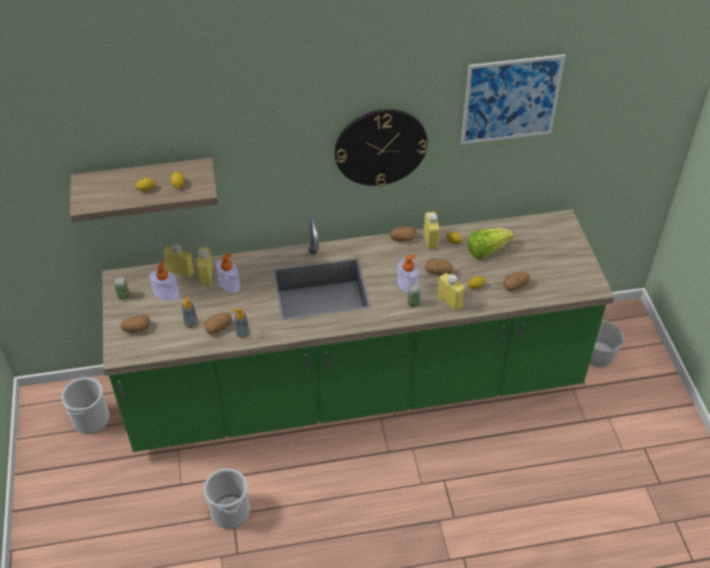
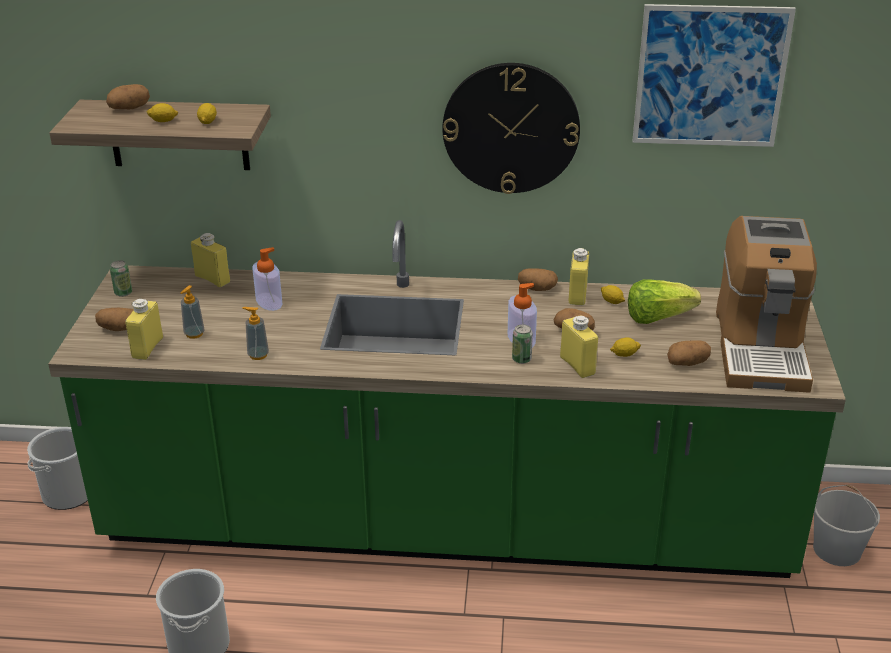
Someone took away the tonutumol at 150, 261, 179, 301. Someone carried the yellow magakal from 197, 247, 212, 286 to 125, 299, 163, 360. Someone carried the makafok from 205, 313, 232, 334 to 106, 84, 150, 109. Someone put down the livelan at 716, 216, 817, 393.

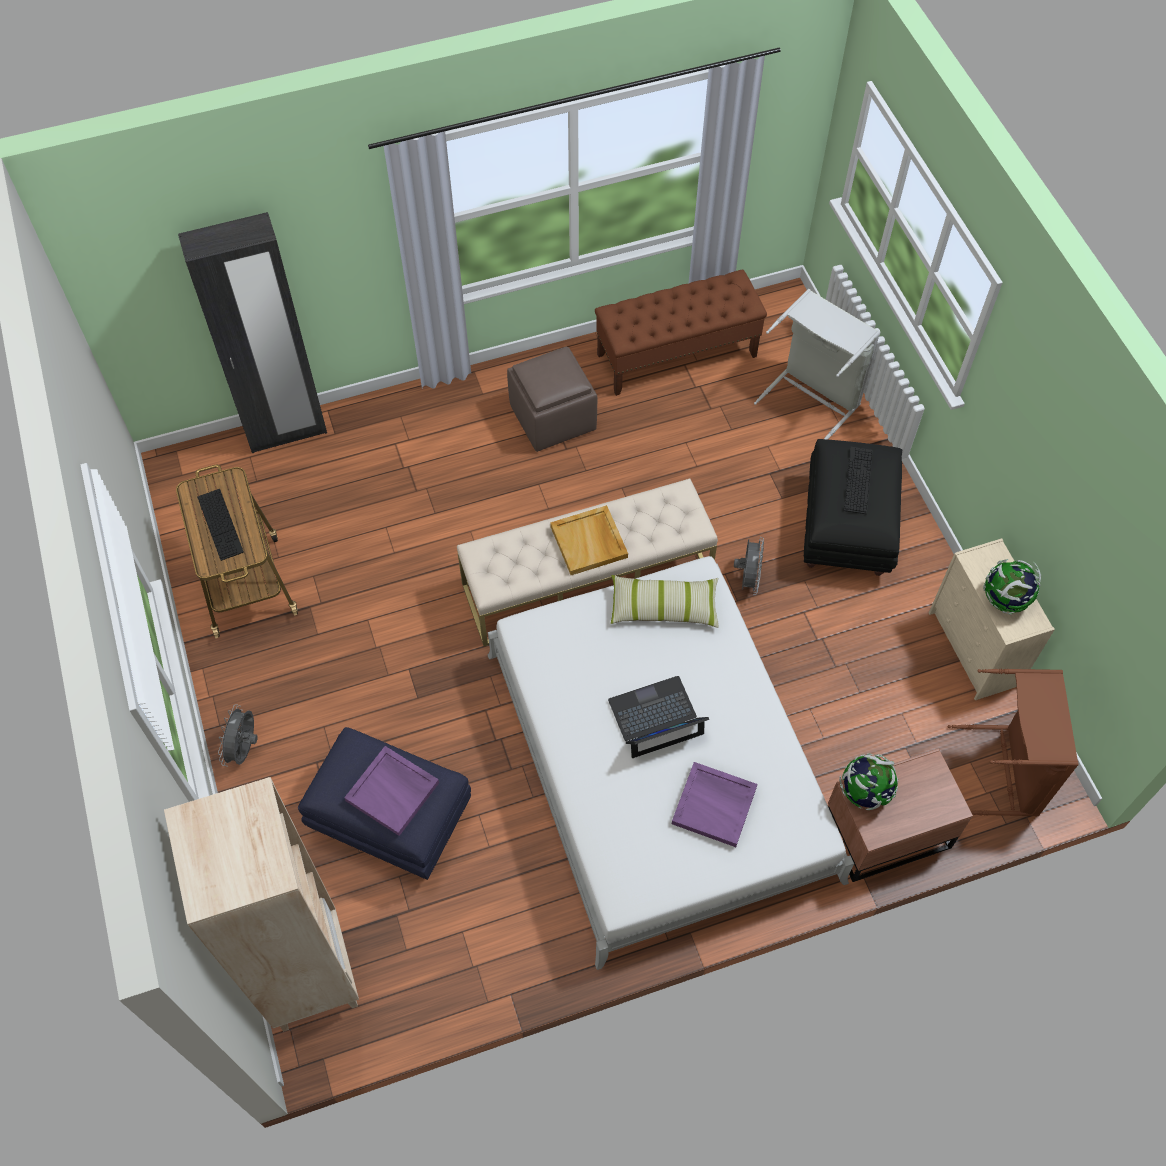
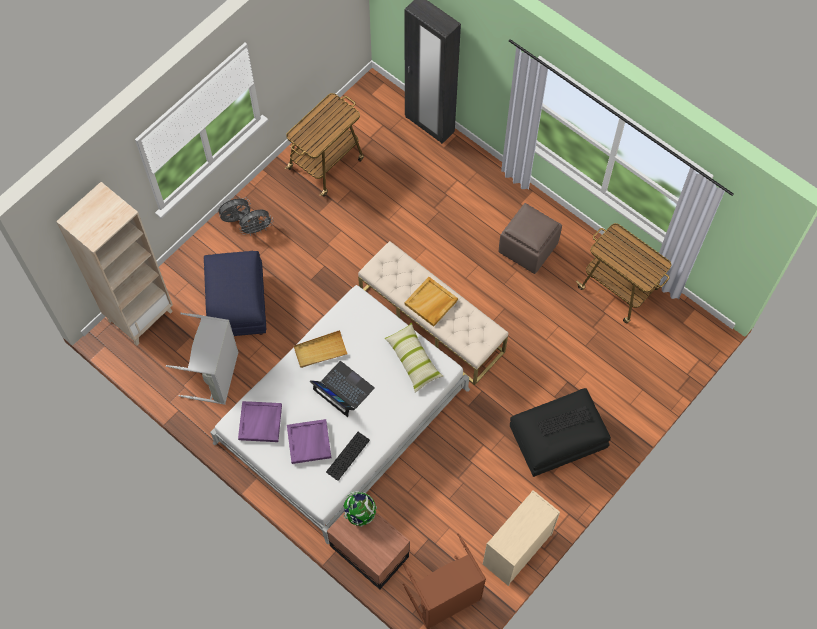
Someone carried the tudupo from 197, 489, 244, 561 to 326, 432, 370, 481. Someone carried the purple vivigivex from 344, 746, 439, 836 to 238, 401, 282, 442. Someone swapped the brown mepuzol at 595, 269, 767, 396 for the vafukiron at 576, 223, 672, 323. Someone carried the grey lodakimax from 734, 537, 764, 595 to 239, 210, 274, 236. Someone carried the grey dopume from 754, 289, 880, 440 to 166, 312, 238, 405. Someone took away the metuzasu at 983, 559, 1041, 614. Someone put down the beige vivigivex at 294, 330, 348, 368.

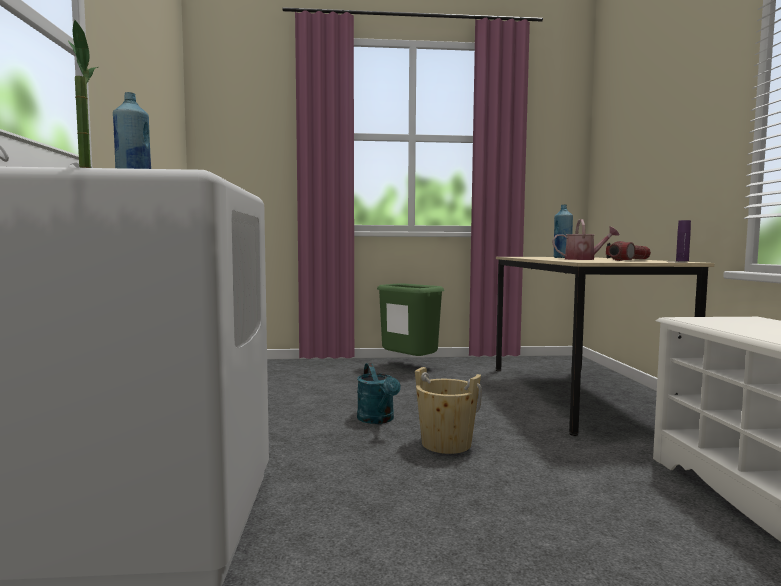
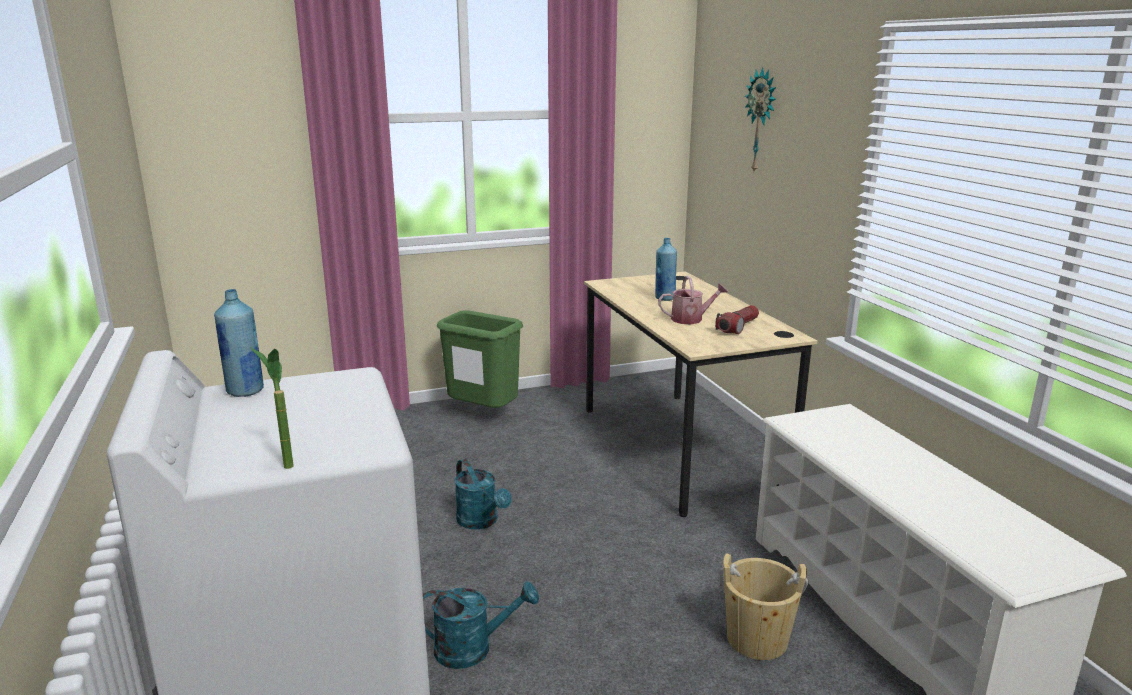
Someone carried the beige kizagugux from 415, 367, 482, 454 to 720, 553, 809, 660. Someone took away the purple magakal at 676, 220, 691, 261. Someone put down the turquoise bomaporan at 423, 581, 539, 669. Someone put up the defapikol at 745, 67, 776, 172.

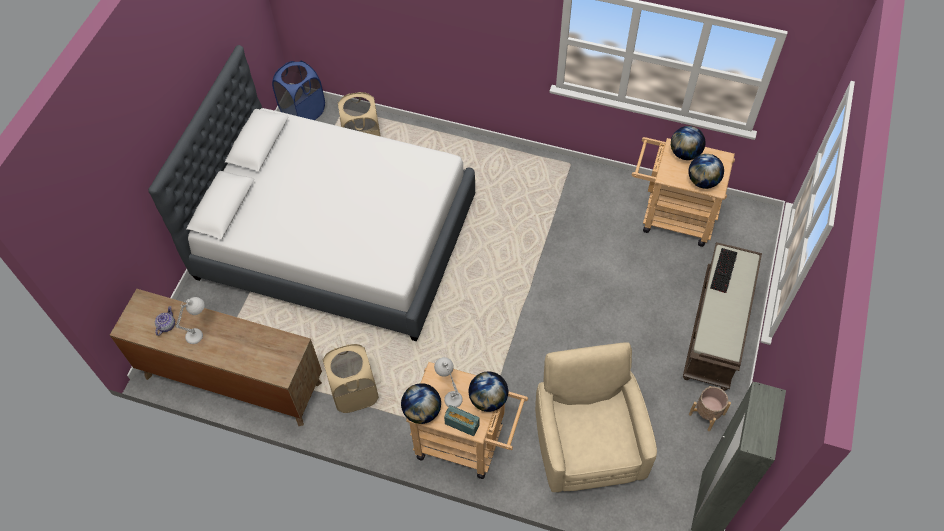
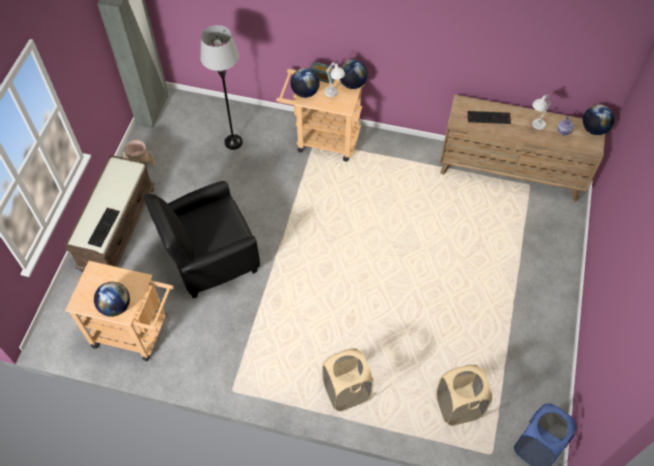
Someone took away the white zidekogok at 148, 45, 475, 342. Someone carried the beige dopume from 323, 344, 379, 413 to 322, 348, 374, 411. Someone swapped the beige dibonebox at 535, 342, 657, 492 for the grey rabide at 200, 25, 243, 150. Someone carried the metuzasu from 688, 154, 724, 189 to 583, 105, 615, 135. Someone put down the black dibonebox at 143, 181, 260, 298. Someone put down the tudupo at 468, 111, 511, 124.

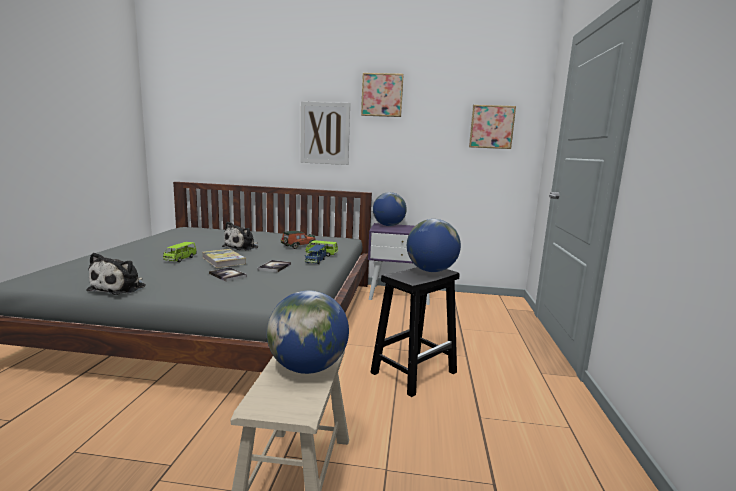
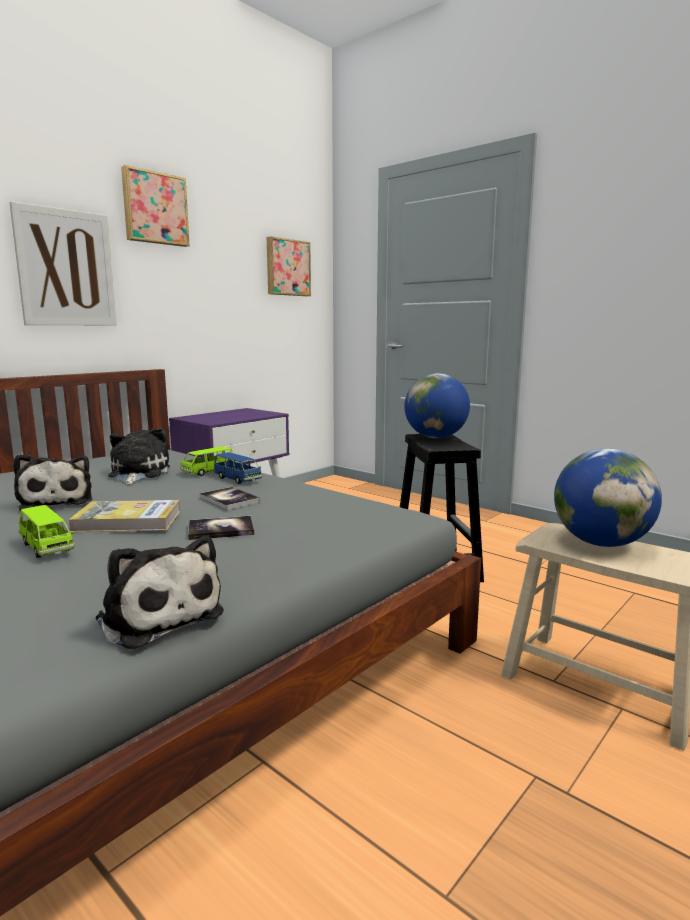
Someone swapped the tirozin at 281, 231, 316, 249 for the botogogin at 108, 428, 170, 485. Someone took away the metuzasu at 373, 192, 407, 226.

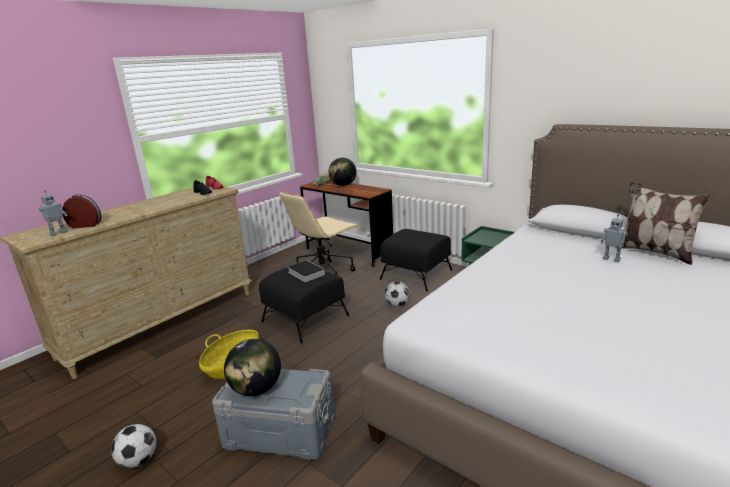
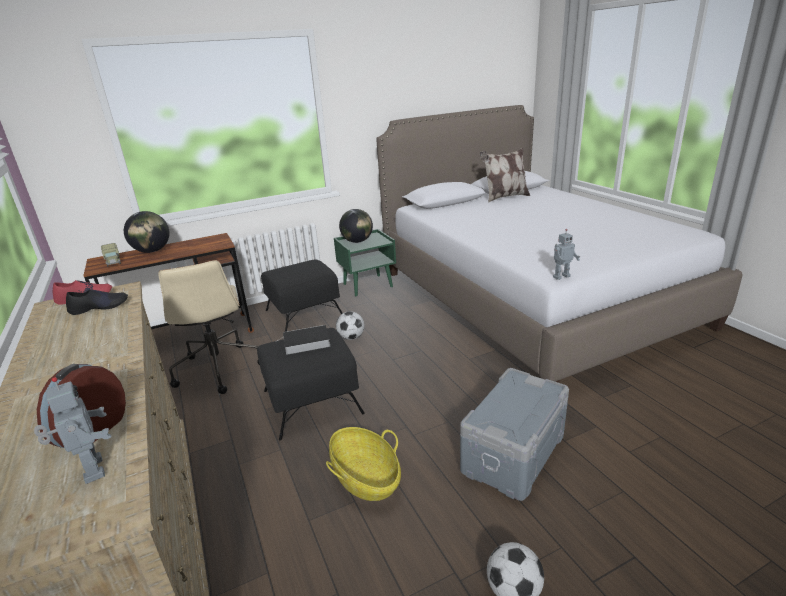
Someone carried the metuzasu from 224, 339, 281, 396 to 339, 209, 373, 243. Someone carried the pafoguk from 601, 214, 628, 262 to 553, 229, 580, 280.

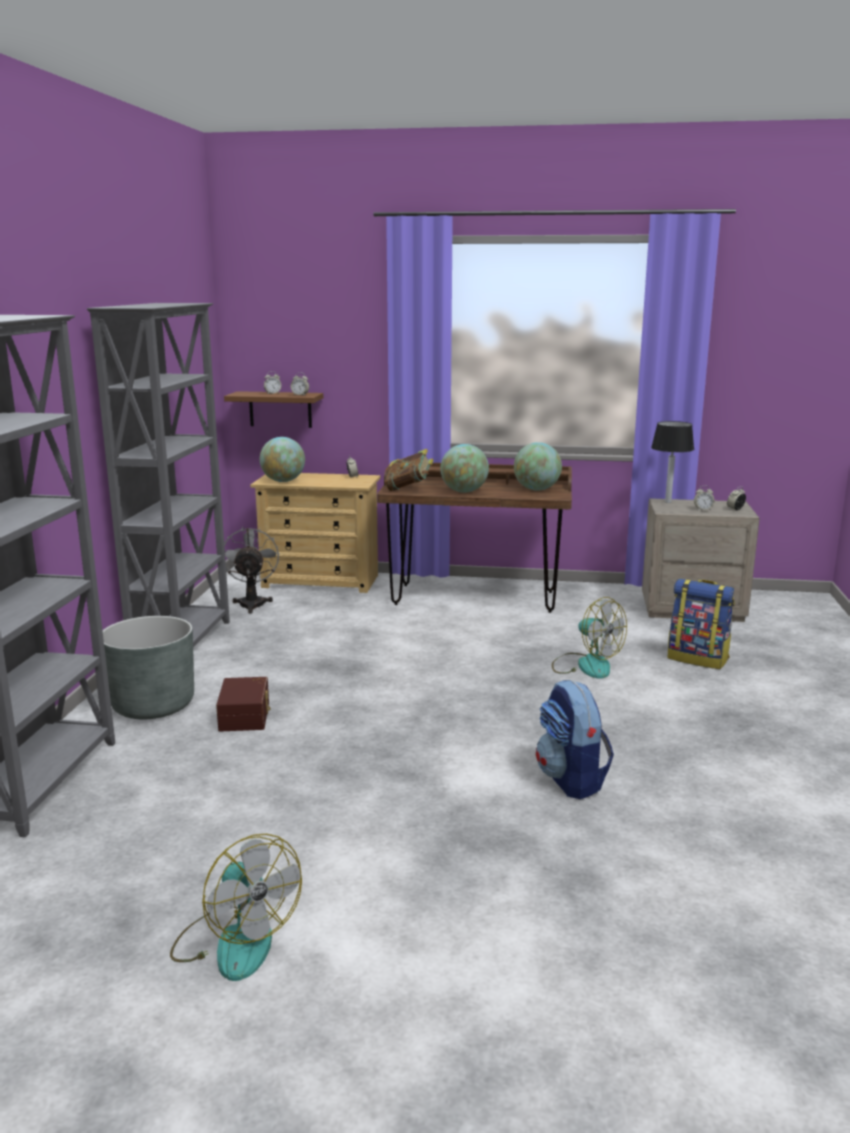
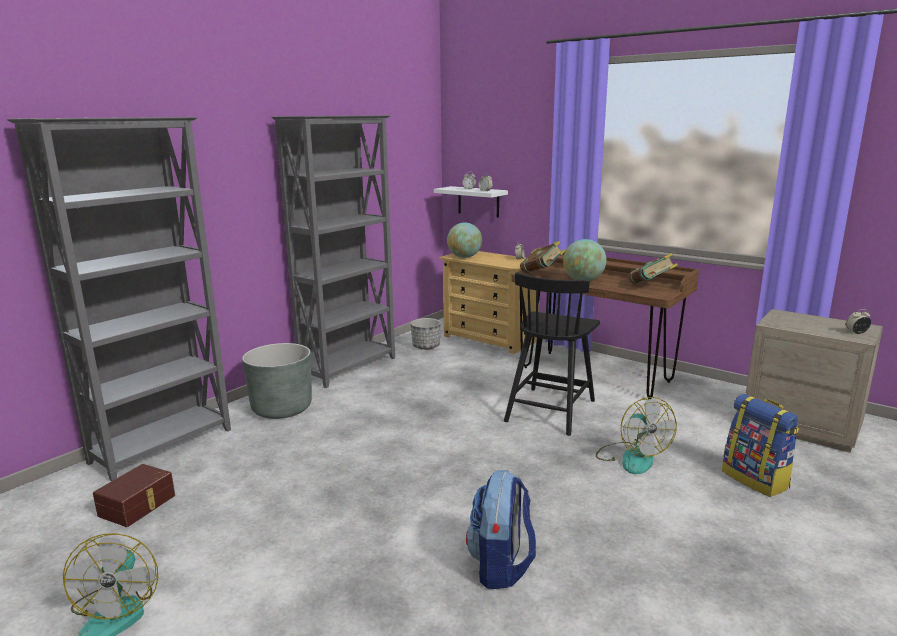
Someone carried the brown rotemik from 216, 677, 271, 732 to 93, 464, 175, 527. Someone repainted the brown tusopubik at 224, 391, 323, 428, which became the white tusopubik at 434, 186, 508, 218. Someone swapped the grey lodakimax at 224, 527, 279, 614 for the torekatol at 410, 318, 441, 350. Someone swapped the metuzasu at 514, 442, 562, 491 for the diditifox at 629, 253, 678, 284. Someone took away the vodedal at 651, 421, 694, 503. Someone took away the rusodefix at 694, 485, 715, 510. Someone put down the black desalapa at 504, 272, 600, 436.

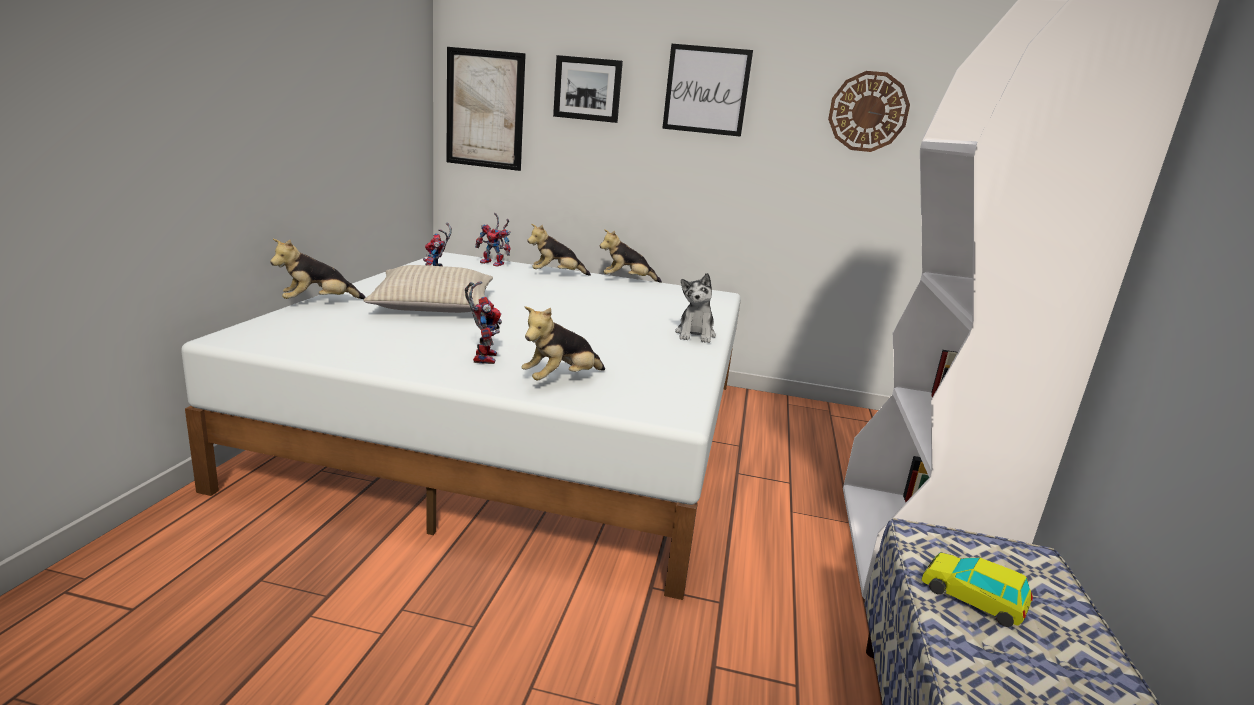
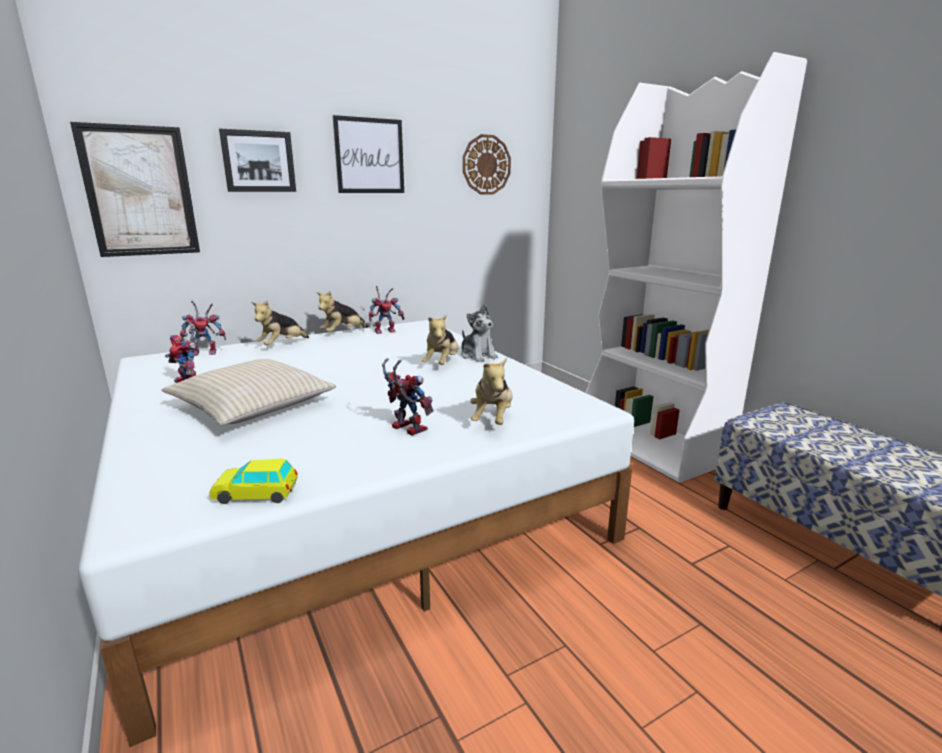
Someone carried the botogogin from 270, 239, 366, 299 to 422, 314, 459, 365. Someone carried the tirozin from 922, 552, 1033, 627 to 209, 459, 298, 504. Someone put down the pafoguk at 369, 286, 405, 334.

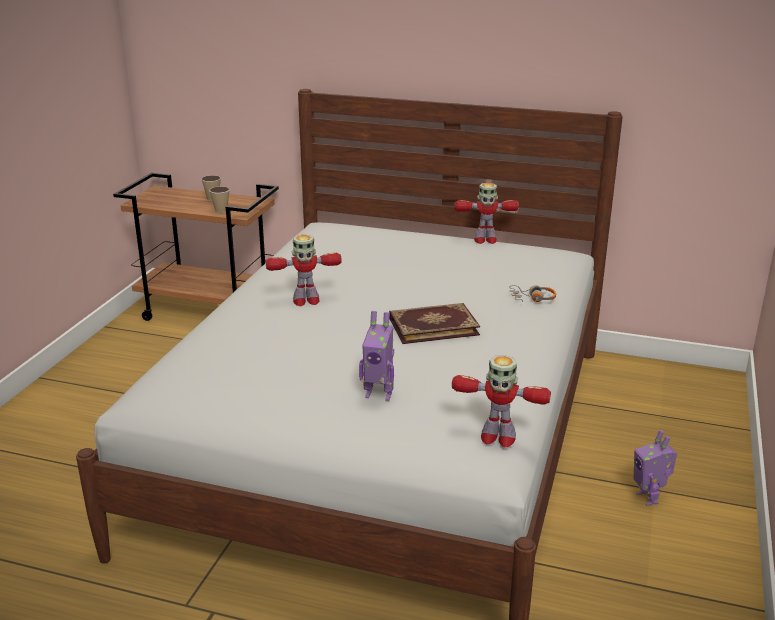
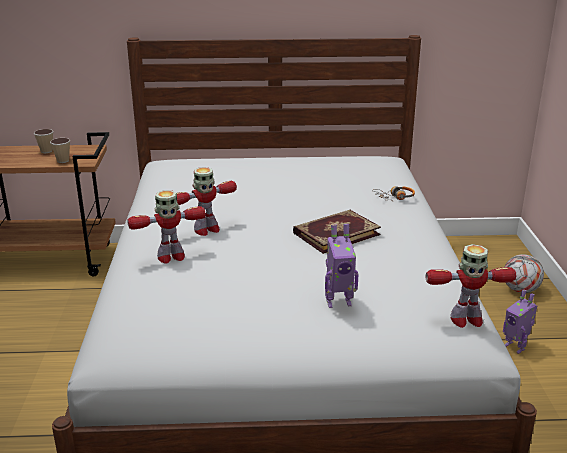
Someone carried the pafoguk from 454, 183, 519, 244 to 127, 190, 205, 264. Someone put down the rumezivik at 504, 254, 544, 293.

